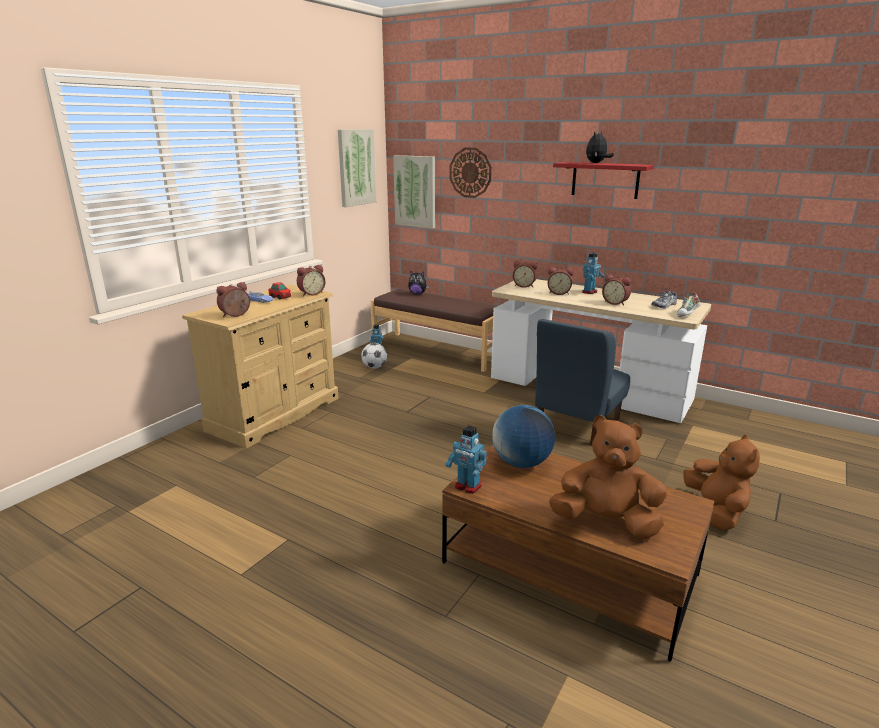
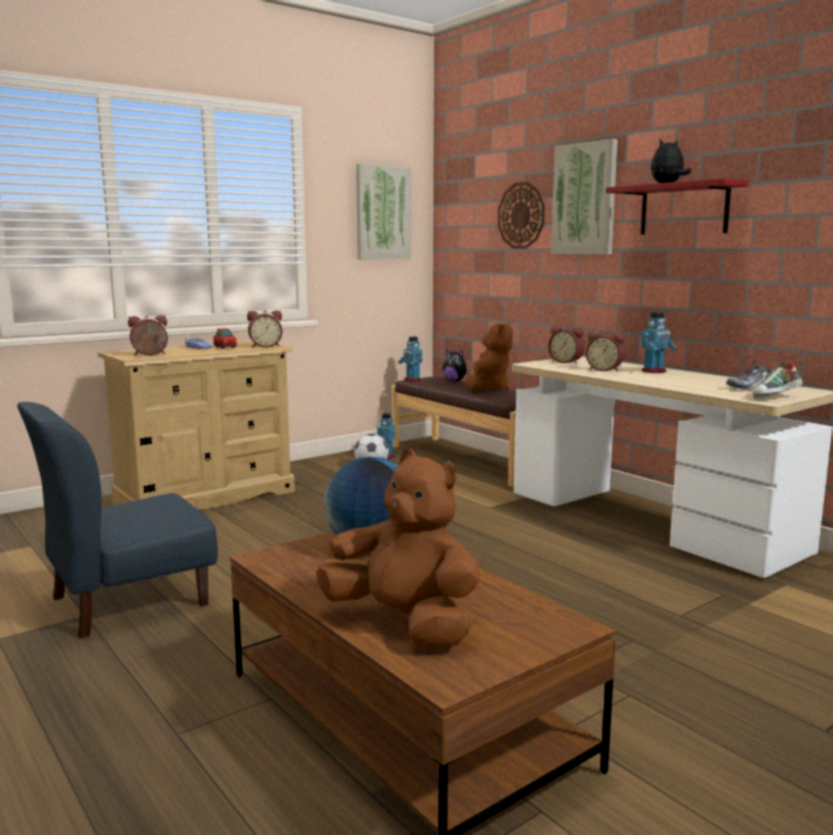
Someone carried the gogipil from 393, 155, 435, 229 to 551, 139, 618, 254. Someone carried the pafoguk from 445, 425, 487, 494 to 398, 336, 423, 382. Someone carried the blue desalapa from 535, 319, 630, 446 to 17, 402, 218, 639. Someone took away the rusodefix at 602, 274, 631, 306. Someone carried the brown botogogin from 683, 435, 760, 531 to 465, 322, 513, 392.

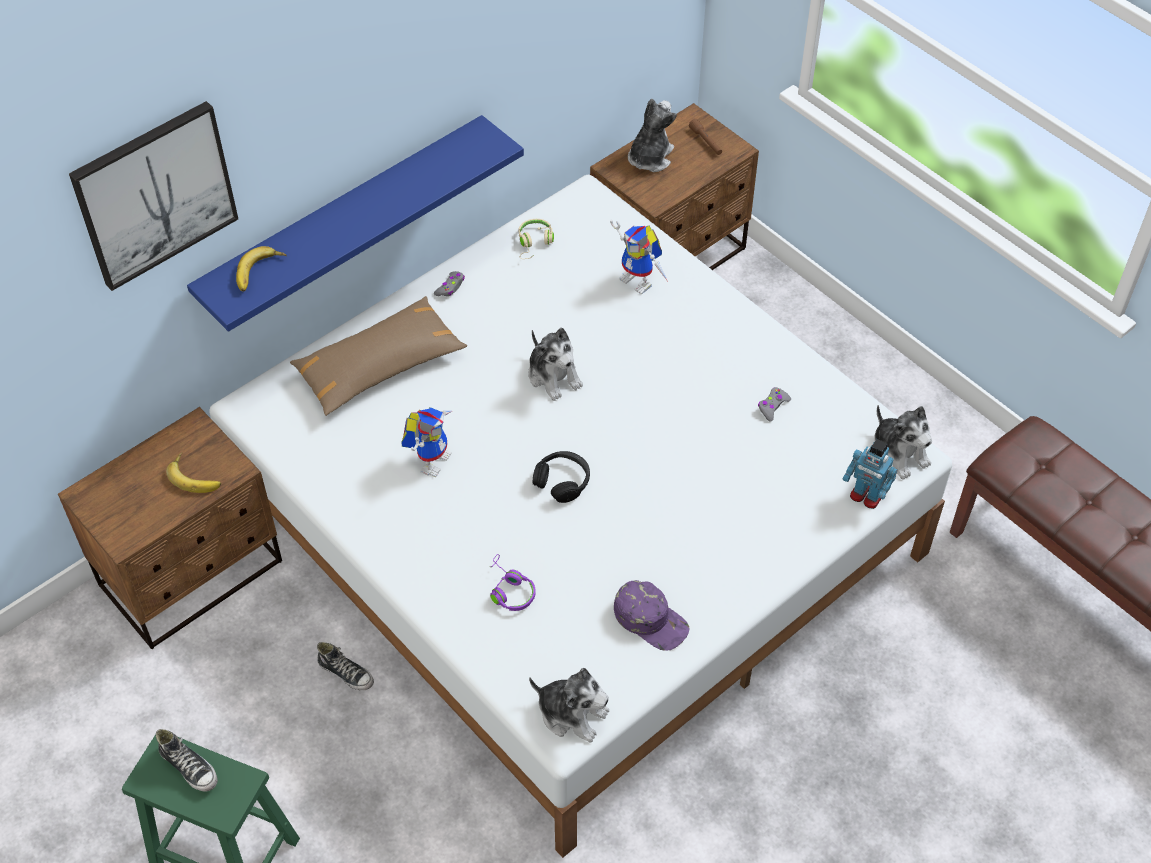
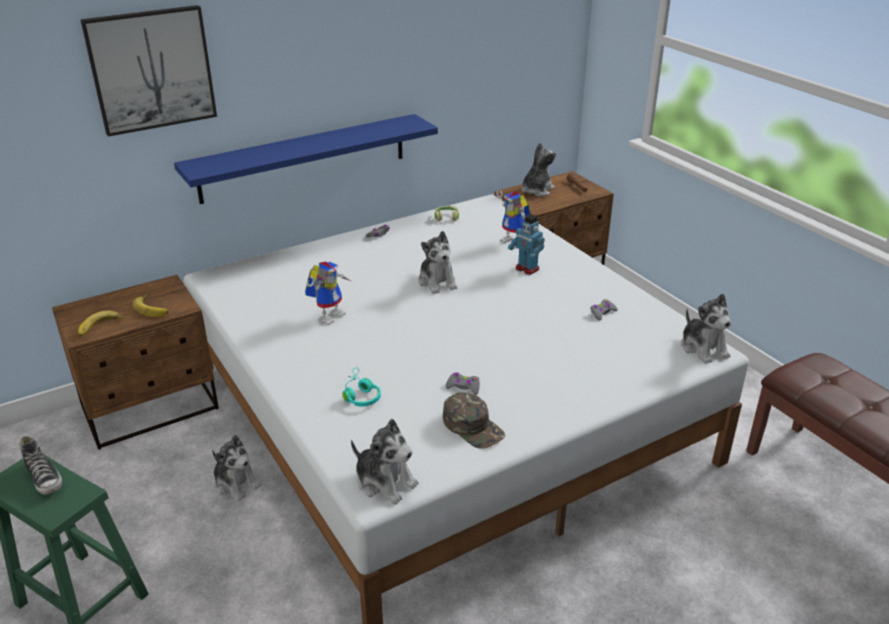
Someone carried the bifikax from 236, 246, 287, 292 to 78, 310, 126, 336. Someone took away the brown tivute at 290, 296, 467, 416. Someone swapped the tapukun at 317, 642, 374, 690 for the botogogin at 212, 435, 261, 501. Someone repainted the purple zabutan at 490, 554, 536, 611, which became the turquoise zabutan at 342, 367, 381, 406. Someone took away the black zabutan at 533, 451, 590, 503. Someone repainted the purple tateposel at 614, 580, 690, 651, which became the green tateposel at 443, 392, 505, 449. Someone carried the pafoguk from 842, 439, 898, 509 to 508, 214, 545, 275. Someone put down the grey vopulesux at 446, 372, 480, 395.

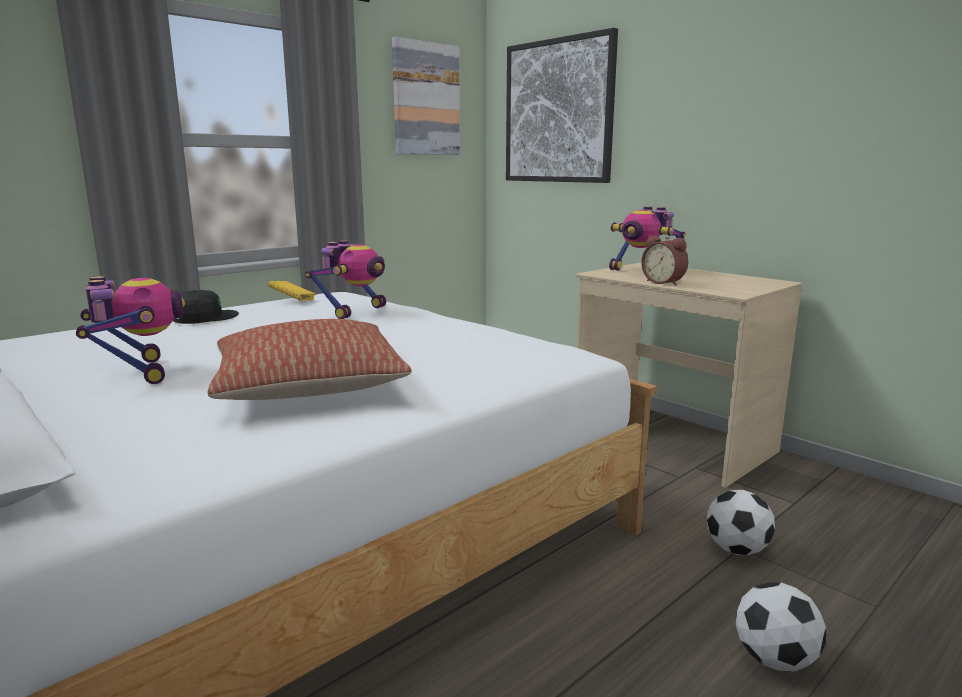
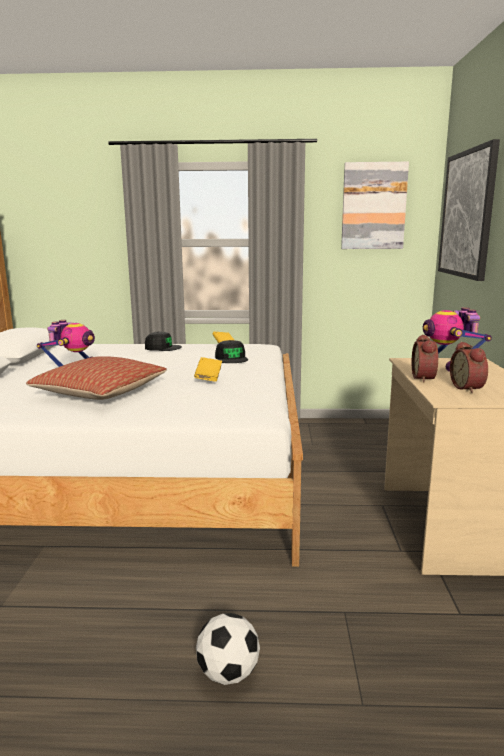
Someone swapped the pafoguk at 305, 240, 386, 319 for the black tateposel at 215, 340, 248, 363. Someone took away the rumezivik at 707, 490, 775, 555. Someone put down the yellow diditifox at 194, 357, 222, 382. Someone put down the rusodefix at 450, 341, 488, 393.

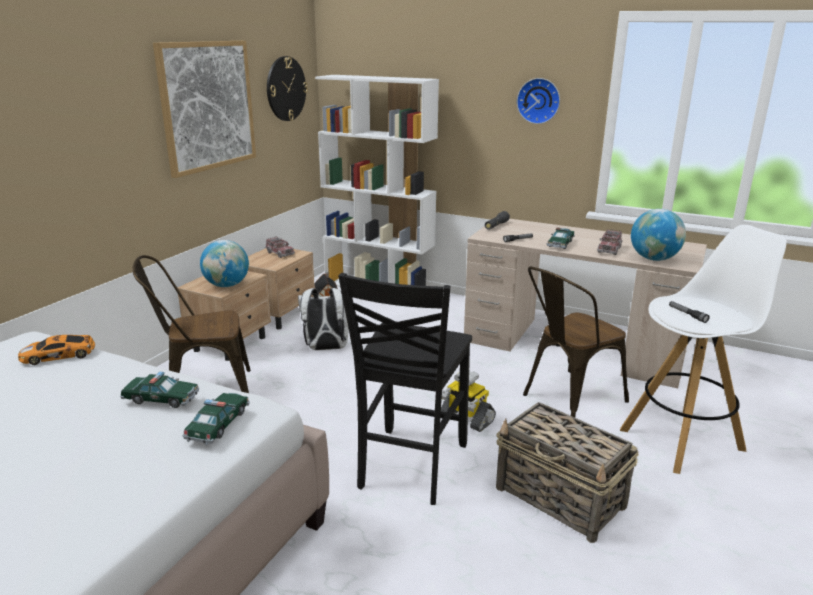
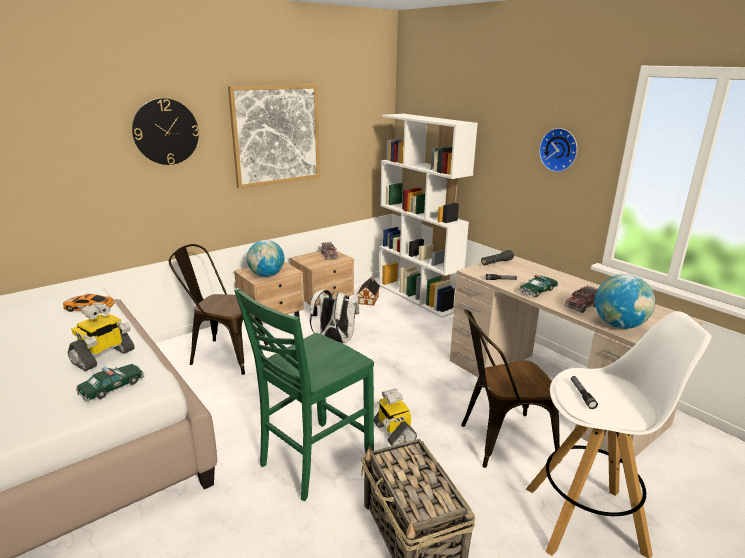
Someone swapped the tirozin at 120, 372, 199, 408 for the pafoguk at 67, 303, 135, 371. Someone carried the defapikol from 267, 56, 308, 121 to 132, 98, 199, 165. Someone repainted the black desalapa at 338, 273, 472, 505, which became the green desalapa at 234, 288, 374, 501.

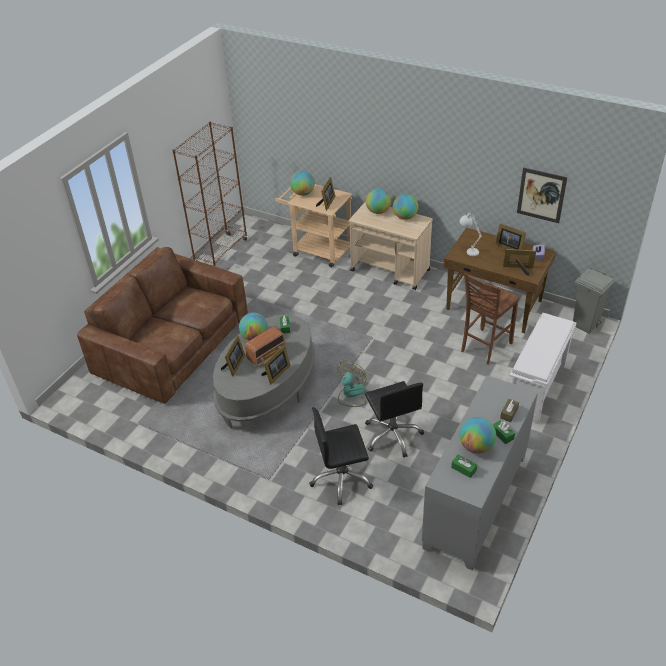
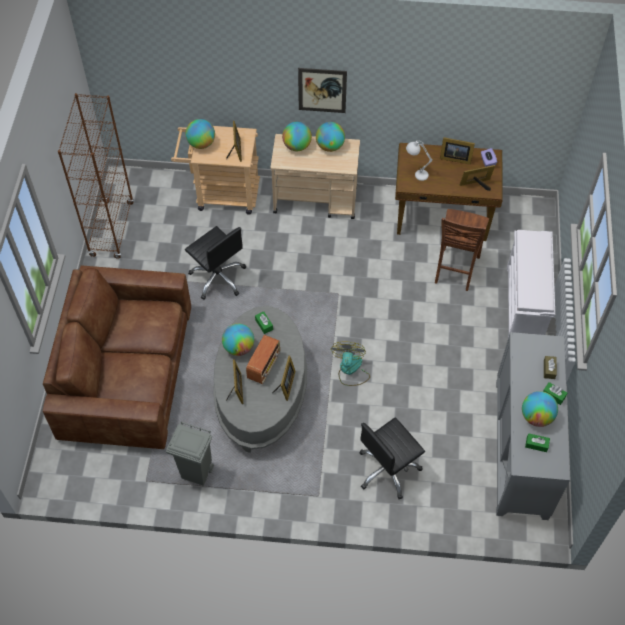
Someone carried the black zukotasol from 365, 381, 424, 458 to 185, 226, 246, 300. Someone carried the gogipil from 517, 167, 567, 223 to 298, 68, 347, 113. Someone carried the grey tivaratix from 573, 267, 615, 334 to 166, 421, 214, 485.

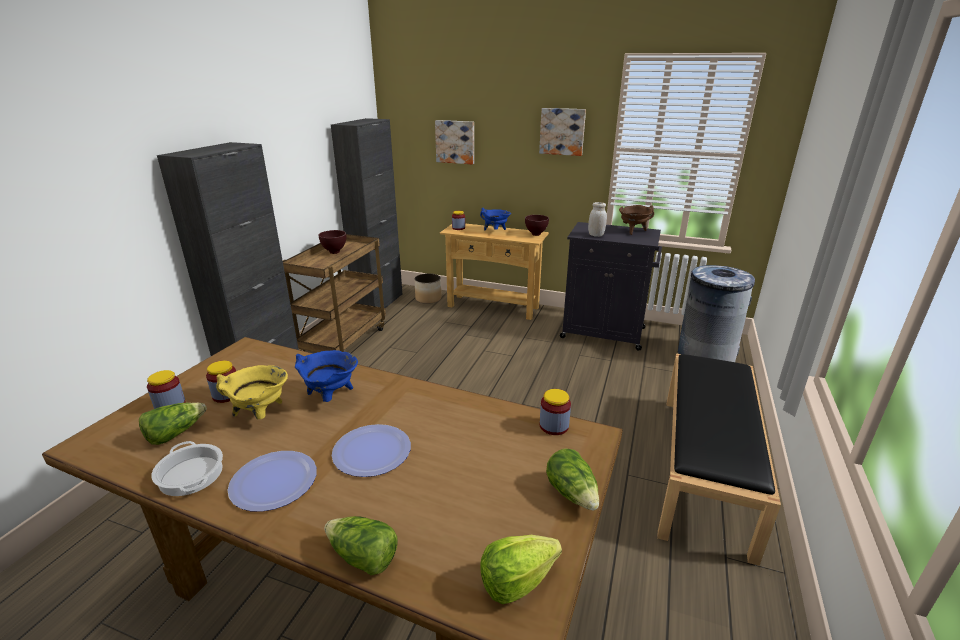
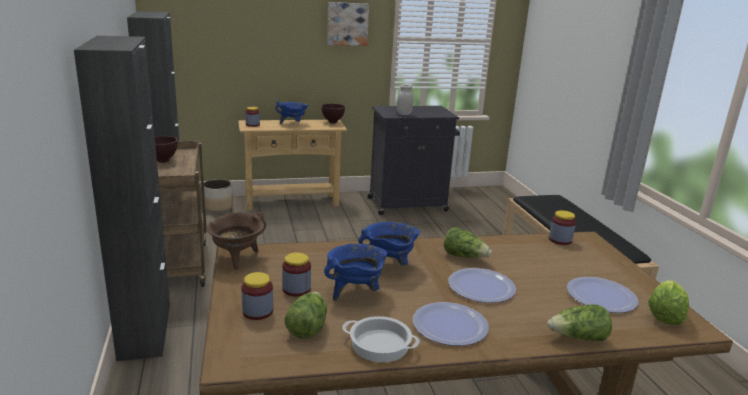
Someone repainted the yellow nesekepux at 216, 365, 288, 420, which became the blue nesekepux at 324, 243, 387, 300. Someone took away the gogipil at 435, 120, 474, 164. Someone carried the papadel from 546, 449, 599, 511 to 444, 227, 492, 258. Someone carried the brown nesekepux from 619, 205, 654, 235 to 207, 212, 266, 269. Someone took away the grey tivaratix at 678, 265, 755, 362. Someone put down the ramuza at 567, 277, 639, 313.

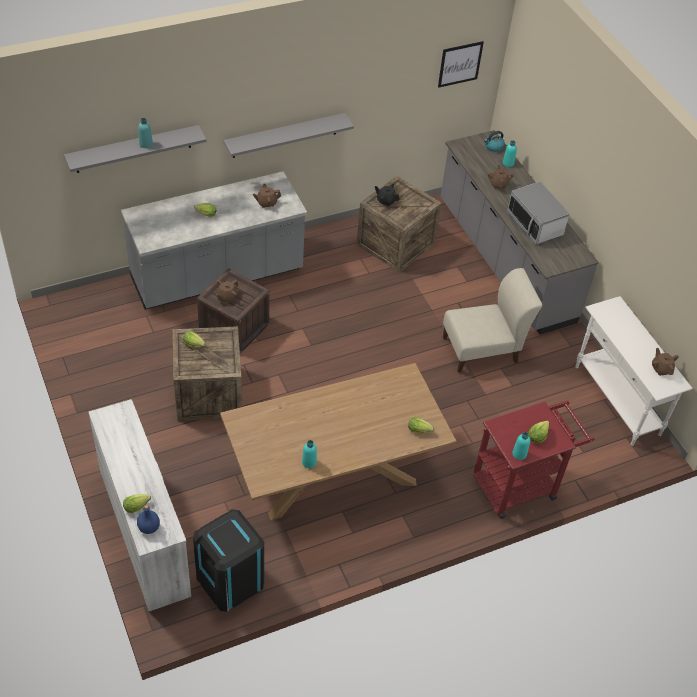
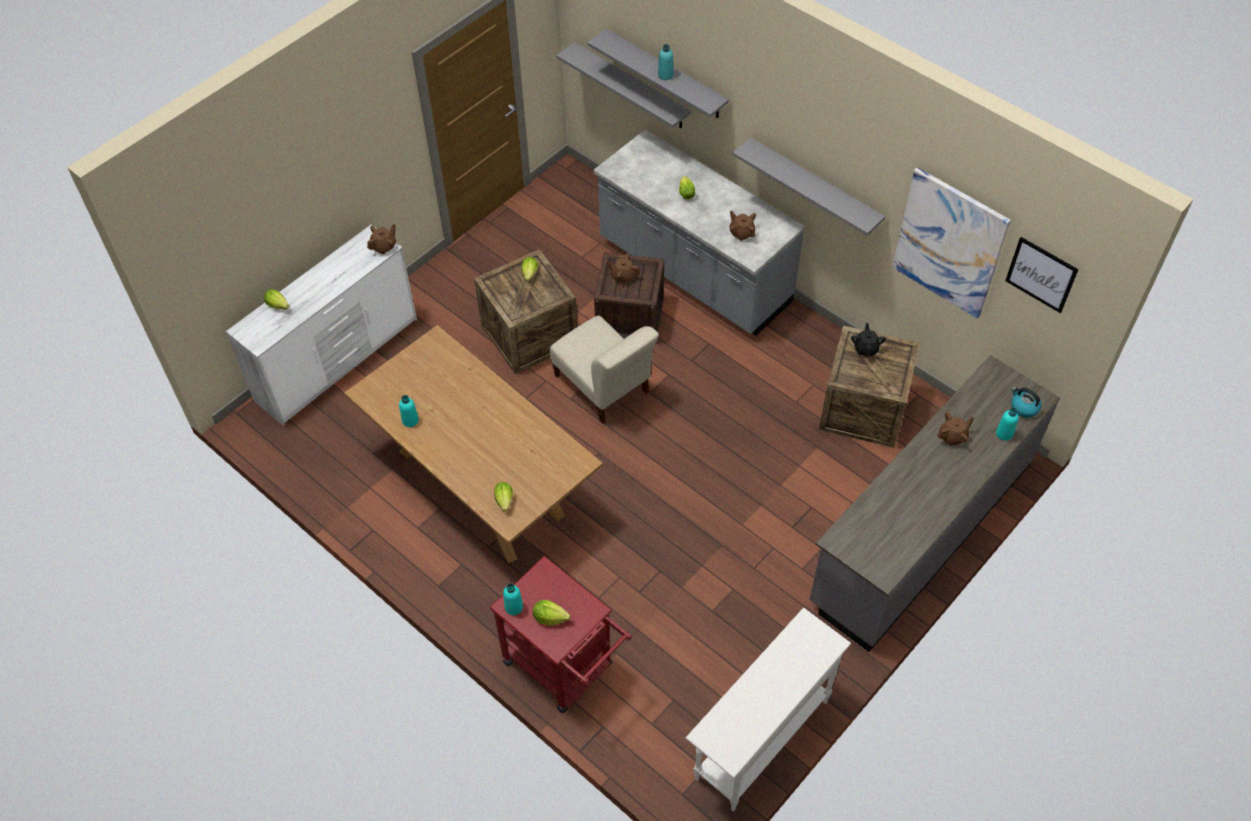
Someone took away the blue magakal at 137, 505, 160, 534. Someone took away the black tivaratix at 193, 509, 264, 612. Someone carried the beige desalapa from 443, 268, 542, 373 to 550, 316, 659, 424. Someone took away the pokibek at 507, 182, 570, 244. Someone carried the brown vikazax from 652, 348, 679, 376 to 367, 224, 396, 254. Someone put up the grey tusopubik at 556, 42, 691, 128. Someone put up the gogipil at 892, 167, 1011, 319.

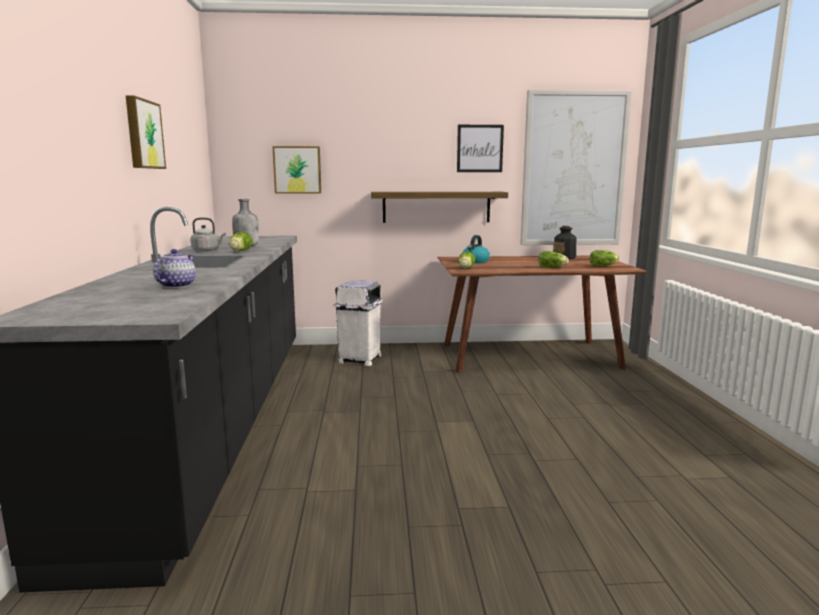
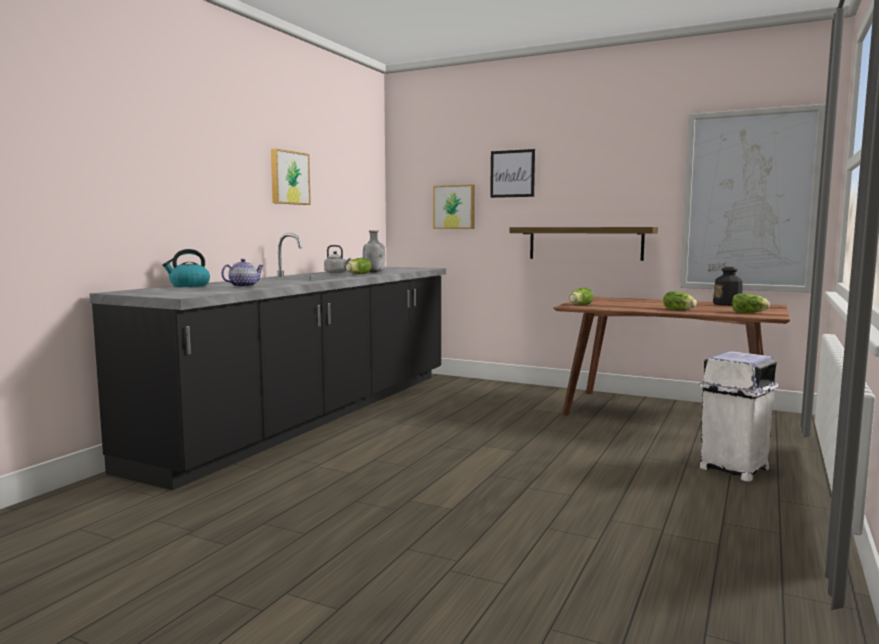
Someone carried the white tivaratix from 334, 280, 383, 366 to 699, 351, 778, 481. Someone carried the gogipil from 457, 125, 504, 172 to 490, 149, 535, 198. Someone carried the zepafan from 462, 235, 490, 263 to 162, 249, 210, 287.

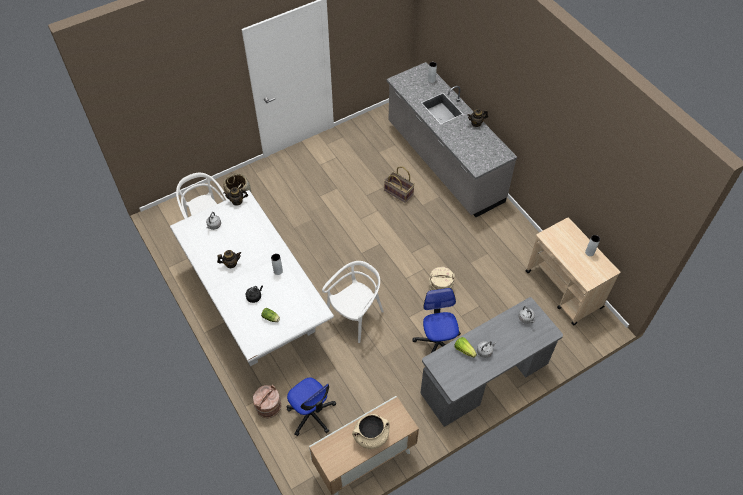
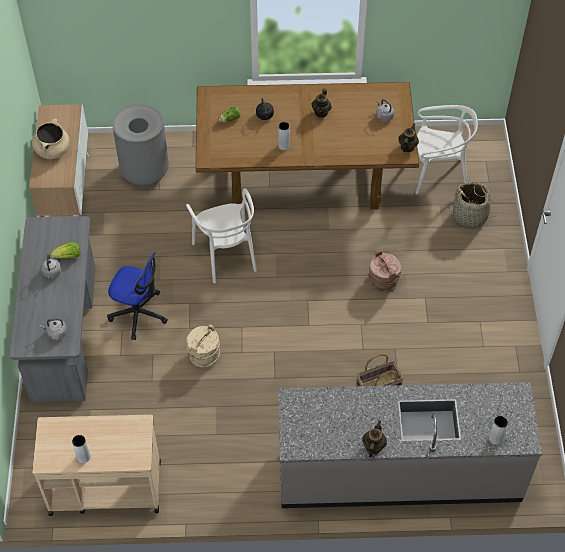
Someone repainted the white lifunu at 170, 190, 334, 366, which became the brown lifunu at 196, 82, 419, 209. Someone carried the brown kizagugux from 253, 385, 281, 418 to 368, 251, 401, 292. Someone swapped the zukotasol at 287, 378, 336, 436 for the grey tivaratix at 112, 104, 169, 187.

